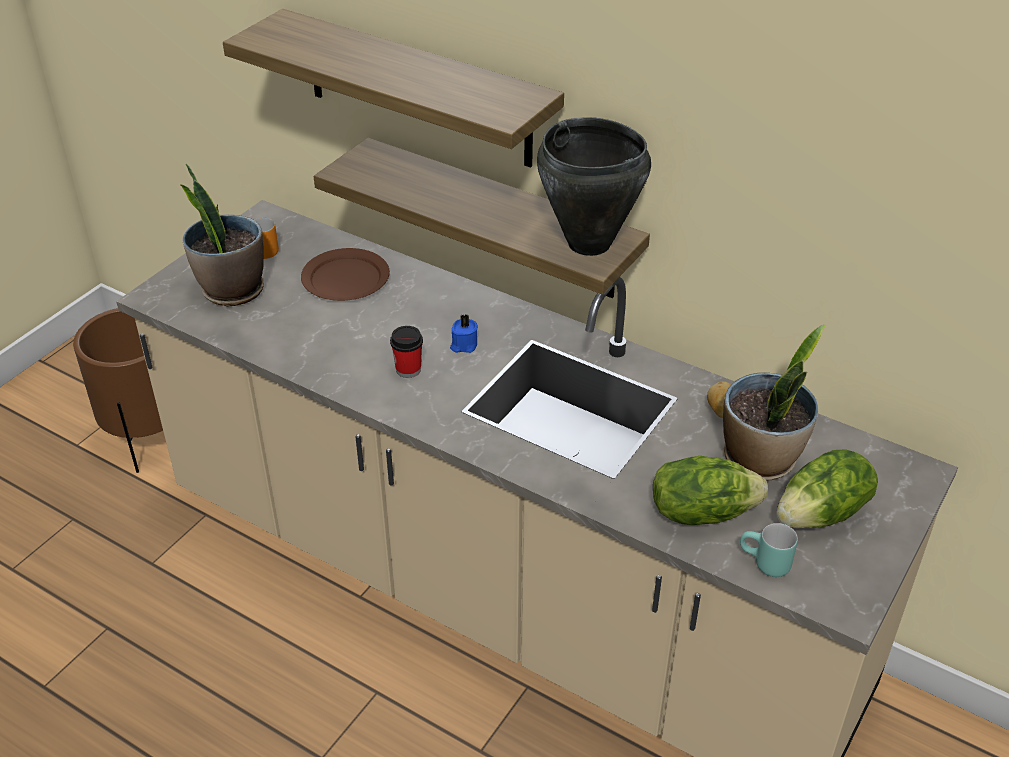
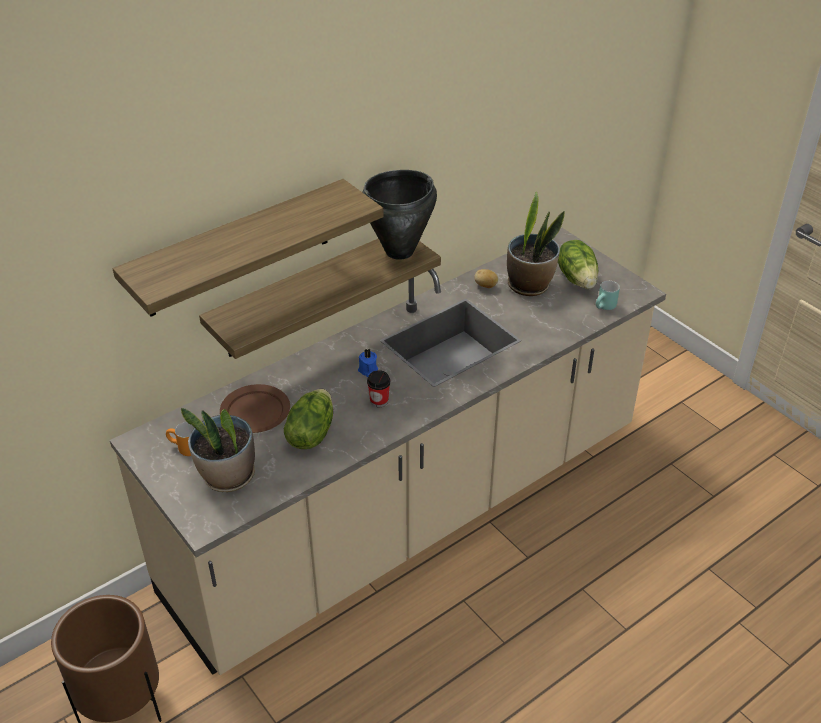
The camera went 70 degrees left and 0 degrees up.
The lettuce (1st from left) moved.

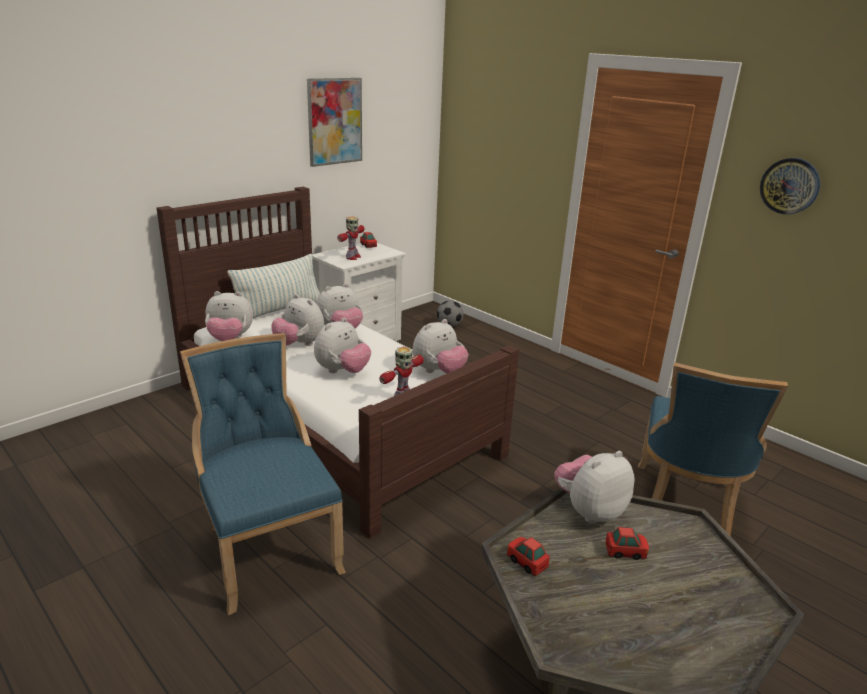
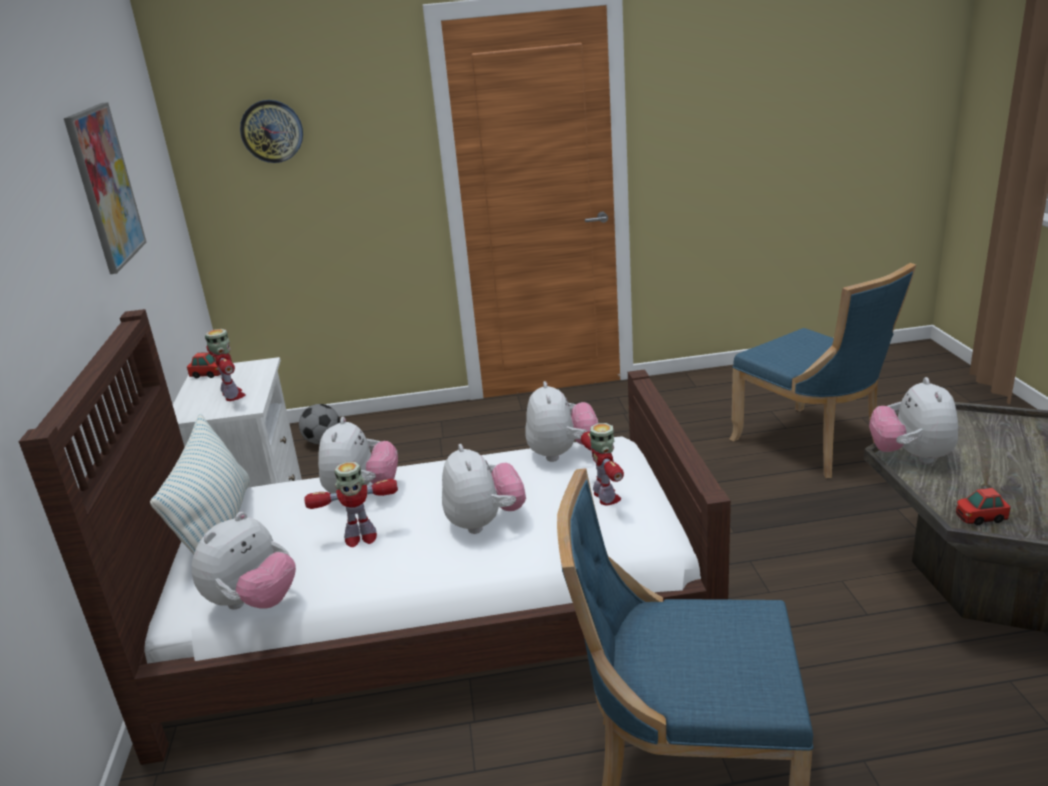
The camera went 50 degrees left and 0 degrees up.
The miniature car (3rd from left) disappeared.
The hanging clock moved.
The cuddly toy (2nd from left) was replaced by the toy robot (2nd from left).

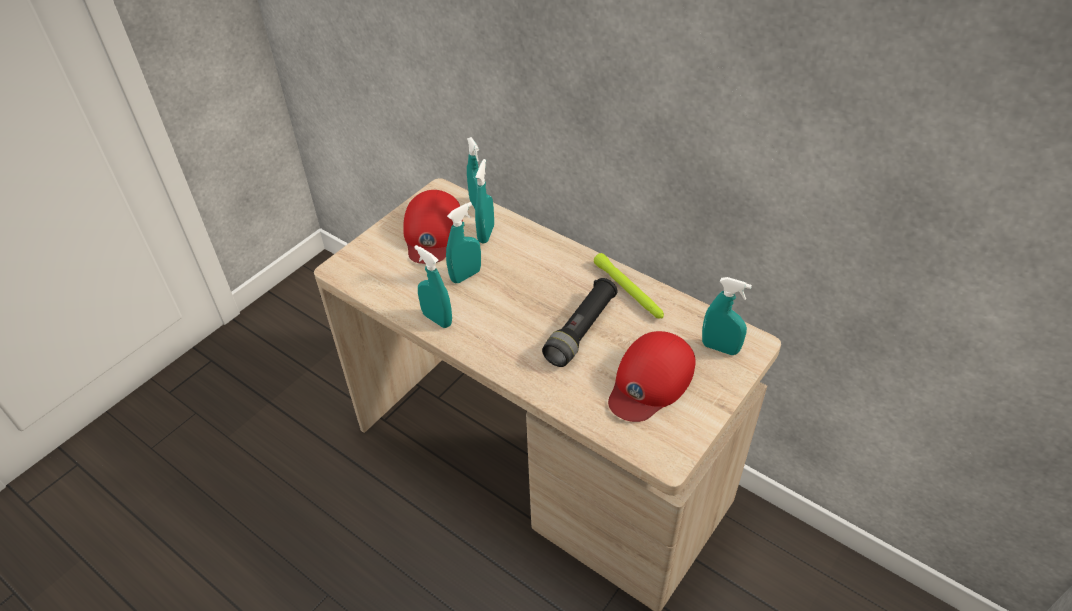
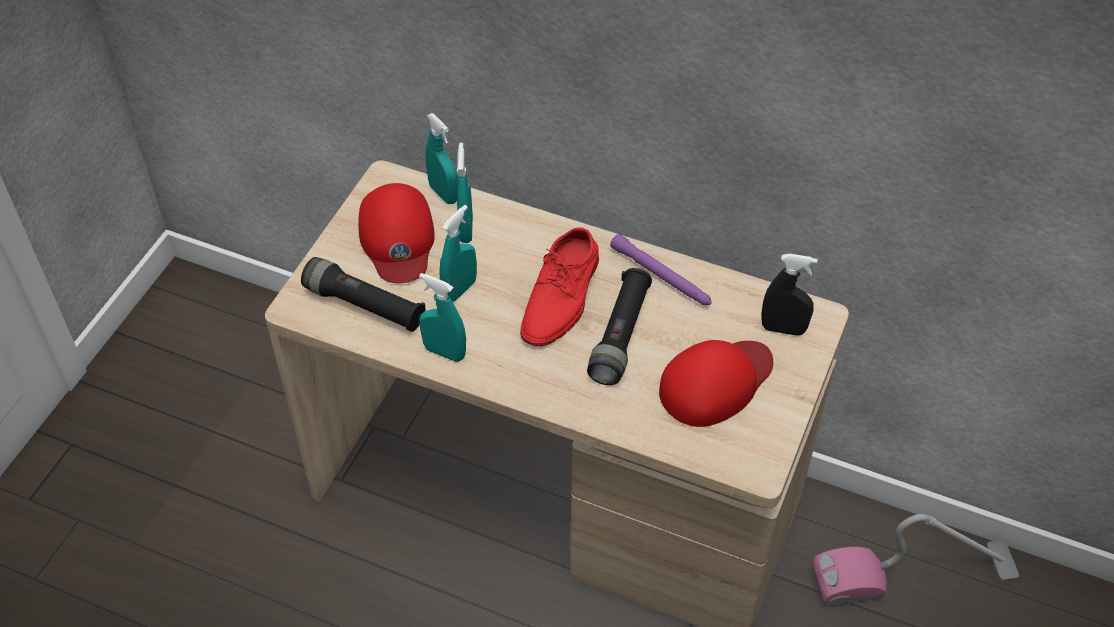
The camera went 15 degrees left and 5 degrees up.
The black torch (1st from left) appeared.
The red low shoe appeared.
The vacuum appeared.
The green torch became the purple torch.
The blue-green sprayer (5th from left) became the black sprayer.
The red baseball cap (2nd from left) turned 150 degrees counterclockwise.

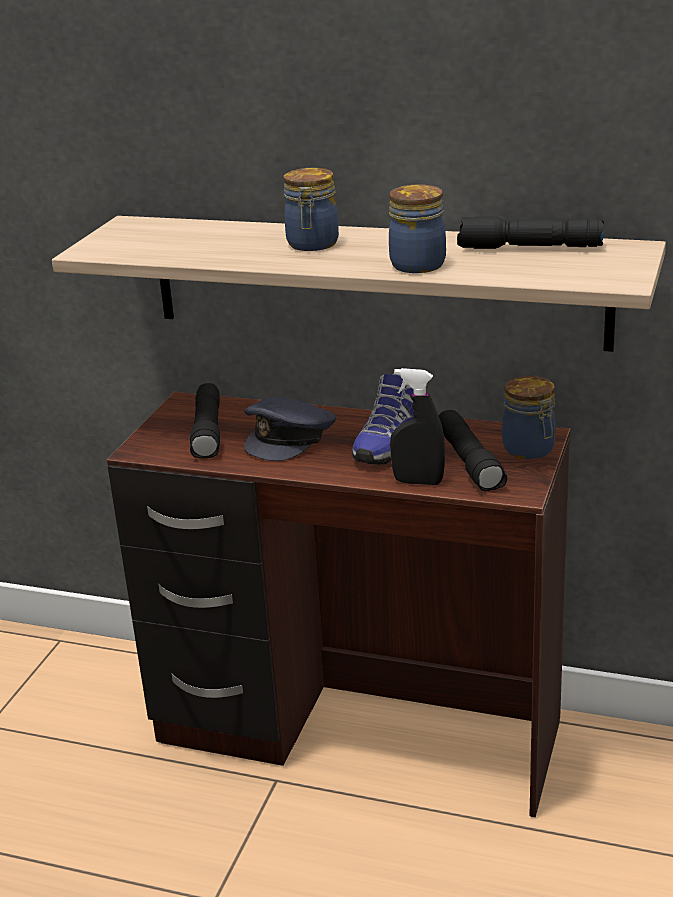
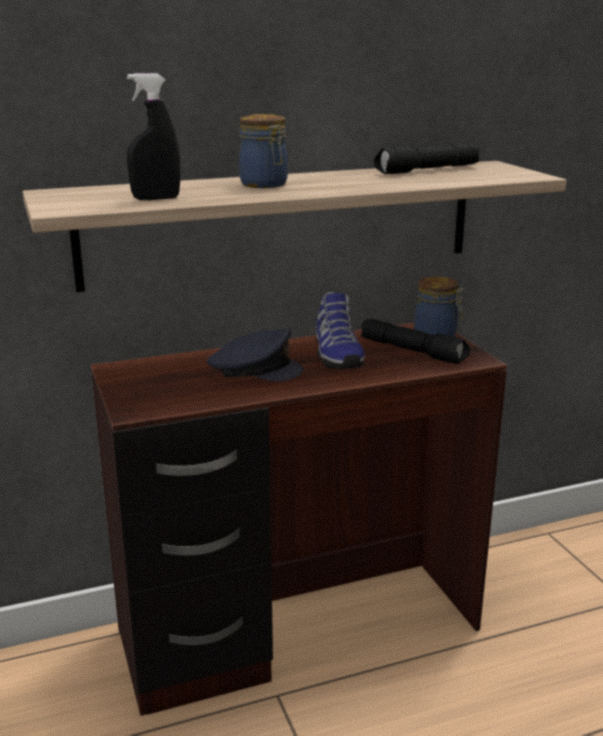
The camera went 40 degrees left and 5 degrees down.
The black torch (1st from left) disappeared.
The storage jar (2nd from left) disappeared.
The black sprayer moved.
The gray baseball cap turned 75 degrees counterclockwise.

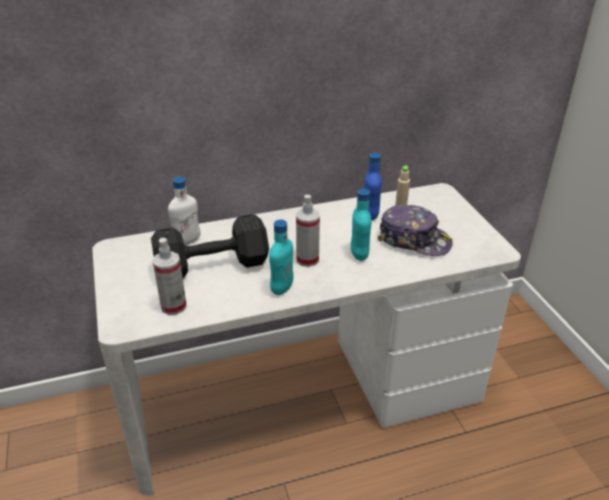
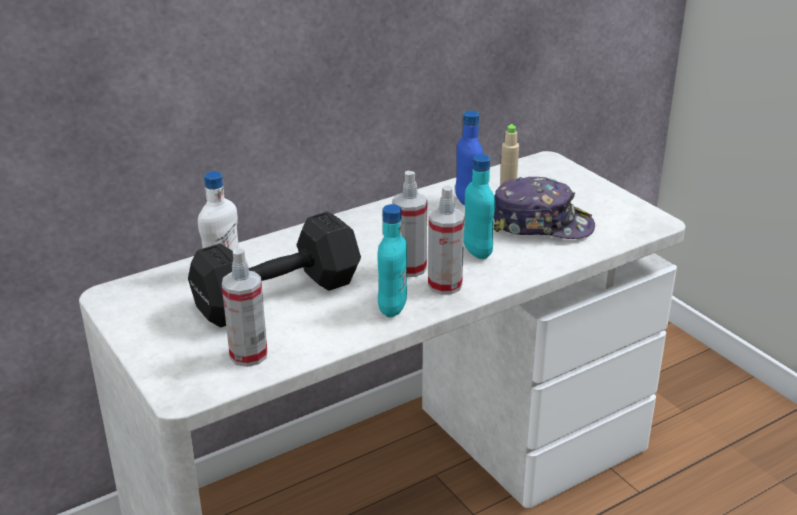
The camera went 15 degrees left and 5 degrees down.
The sprayer (3rd from left) appeared.

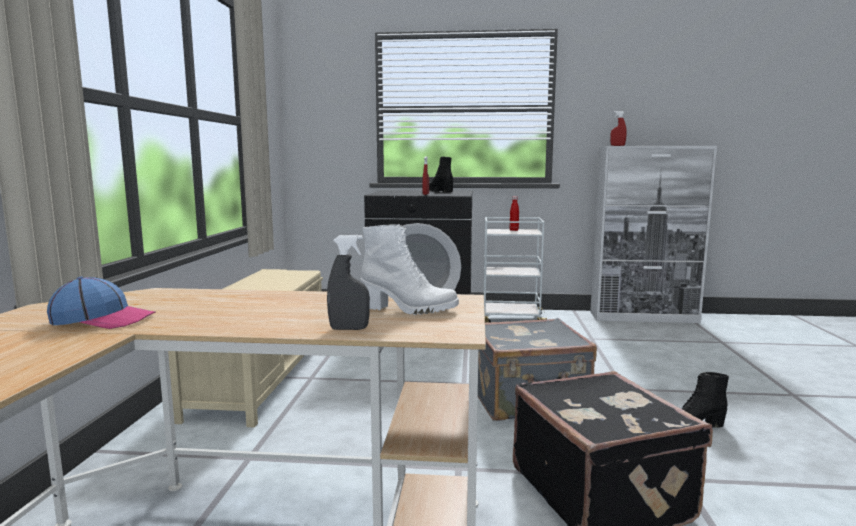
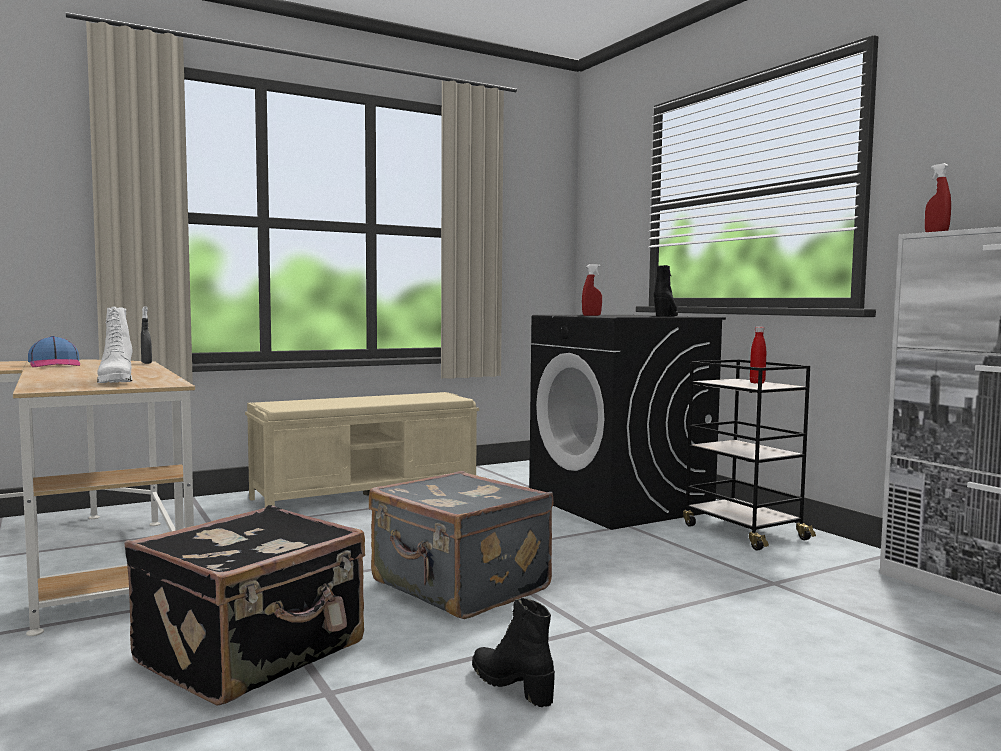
The camera went 55 degrees right and 5 degrees down.
The gray sprayer moved.
The white wheeled cart became the black wheeled cart.

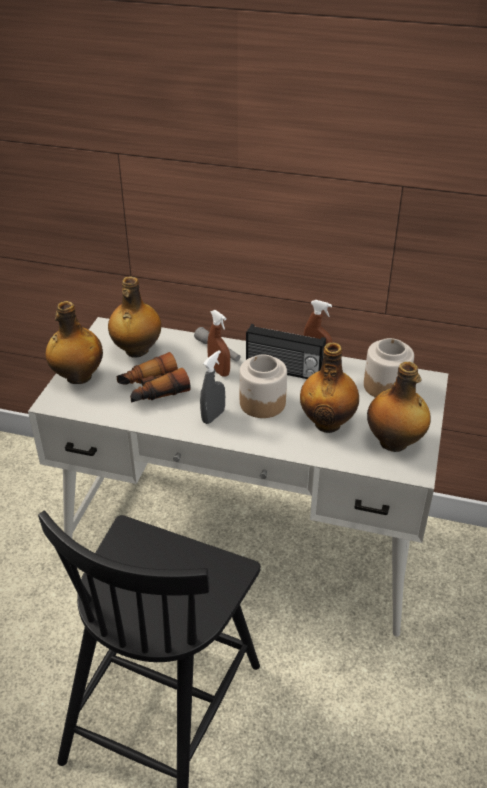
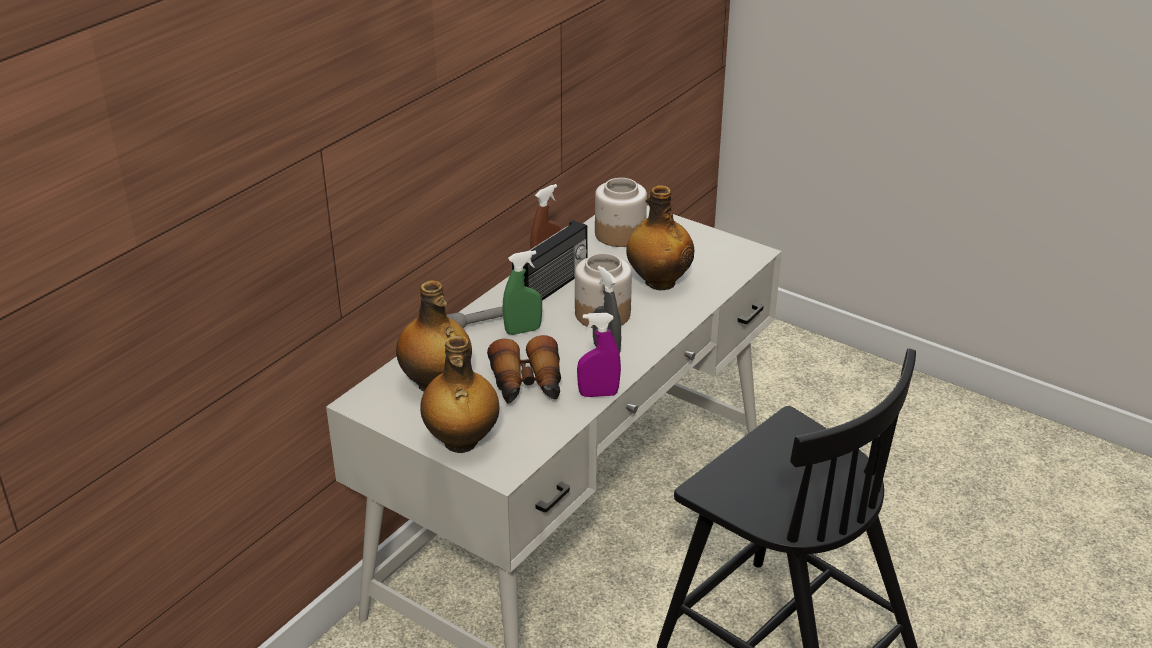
The camera went 70 degrees left and 5 degrees down.
The beverage bottle (4th from left) disappeared.
The purple sprayer appeared.
The brown sprayer (1st from left) became the green sprayer.

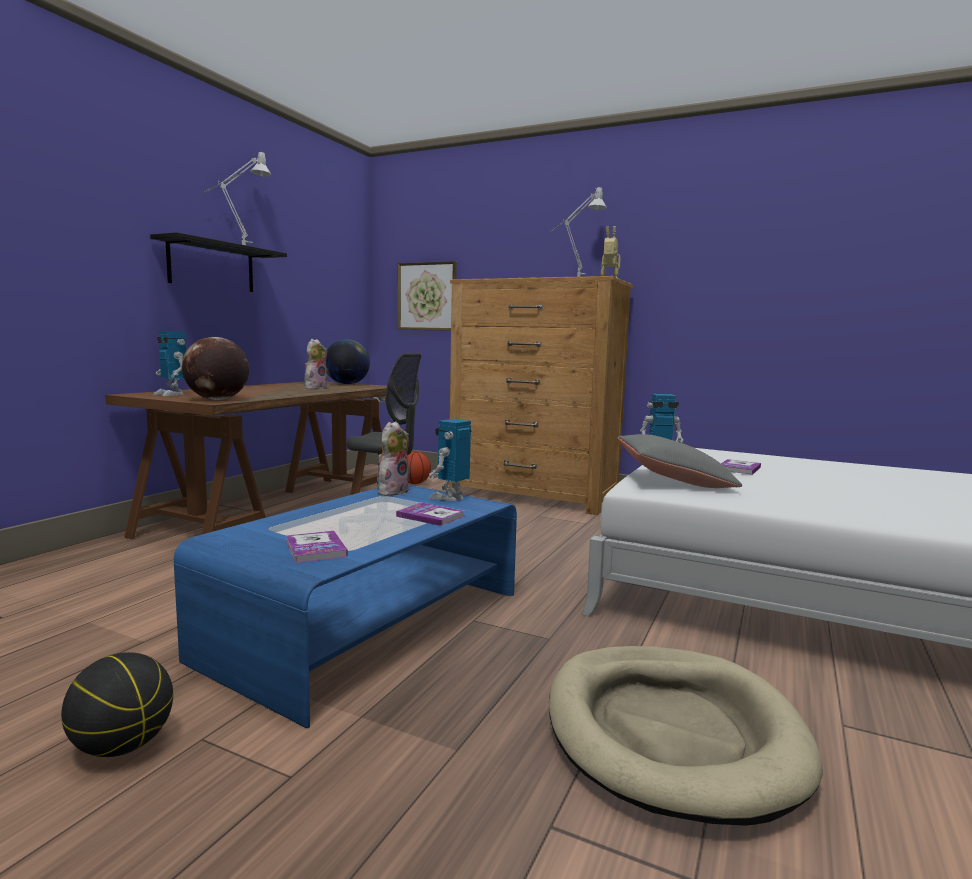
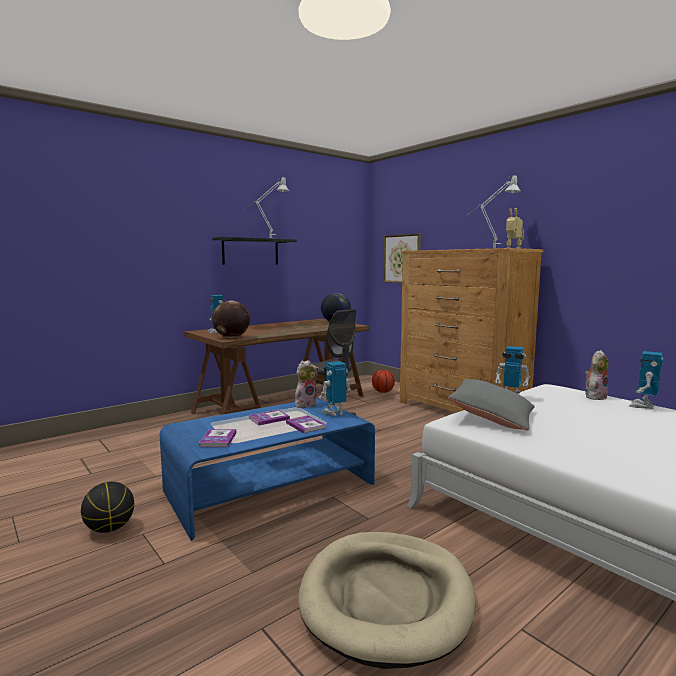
The camera went 25 degrees right and 0 degrees up.
The toy robot (5th from left) appeared.
The cuddly toy (1st from left in the first image) moved.
The bound book (3rd from left in the first image) moved.

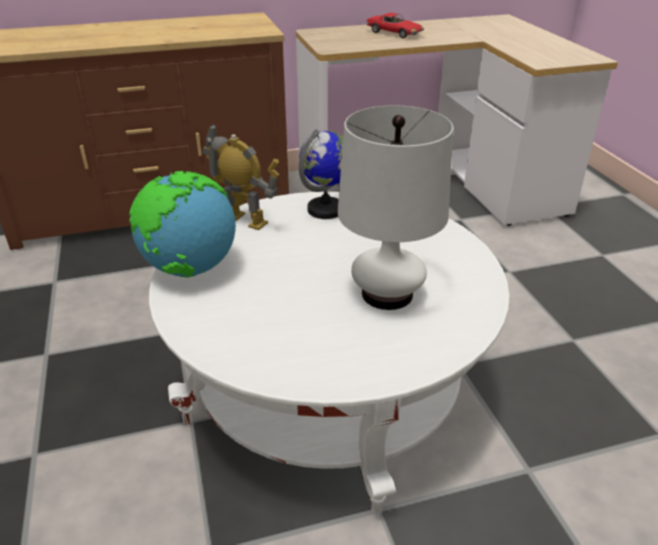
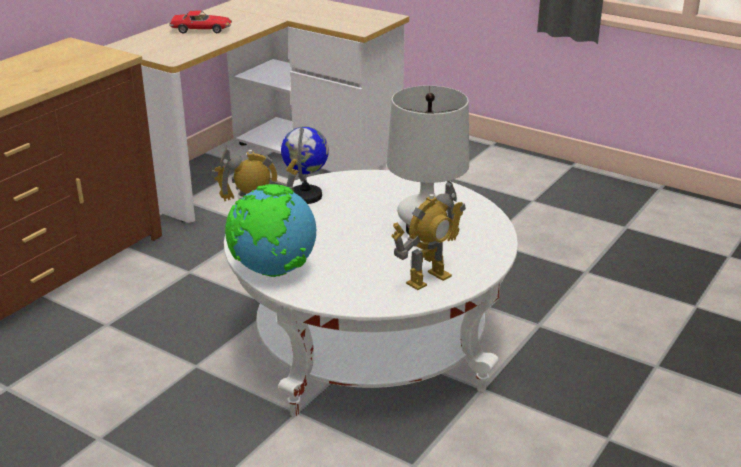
The camera went 40 degrees left and 5 degrees down.
The toy robot (2nd from left) appeared.

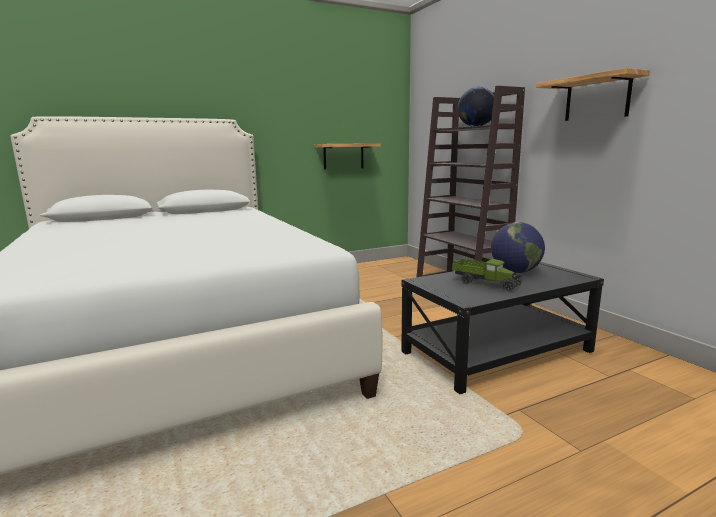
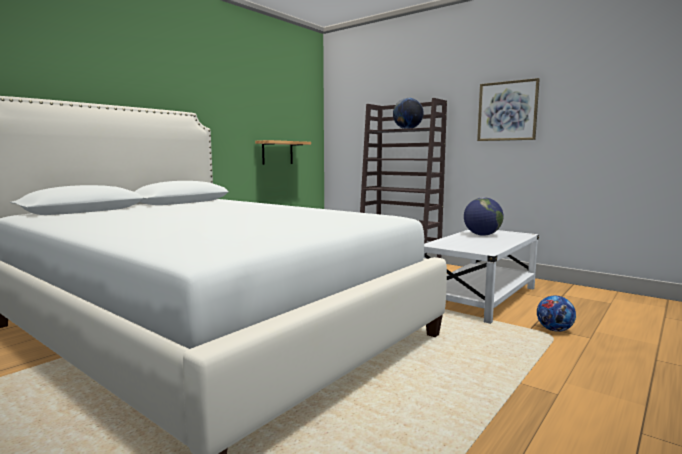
The camera went 25 degrees left and 5 degrees down.
The toy lorry disappeared.
The ball for football appeared.
The shelf (2nd from left) was replaced by the wall picture.
The black low table became the white low table.

